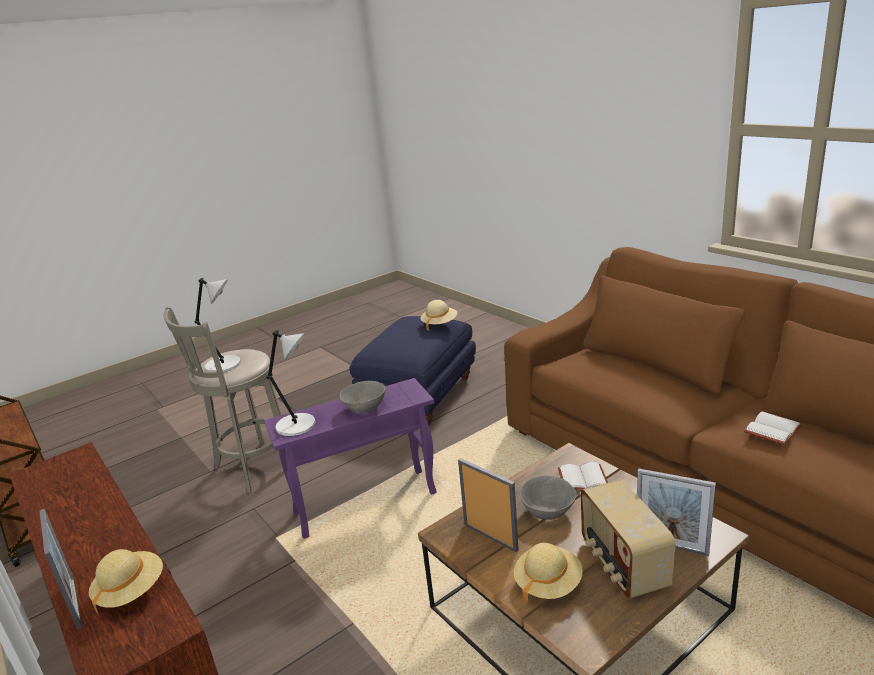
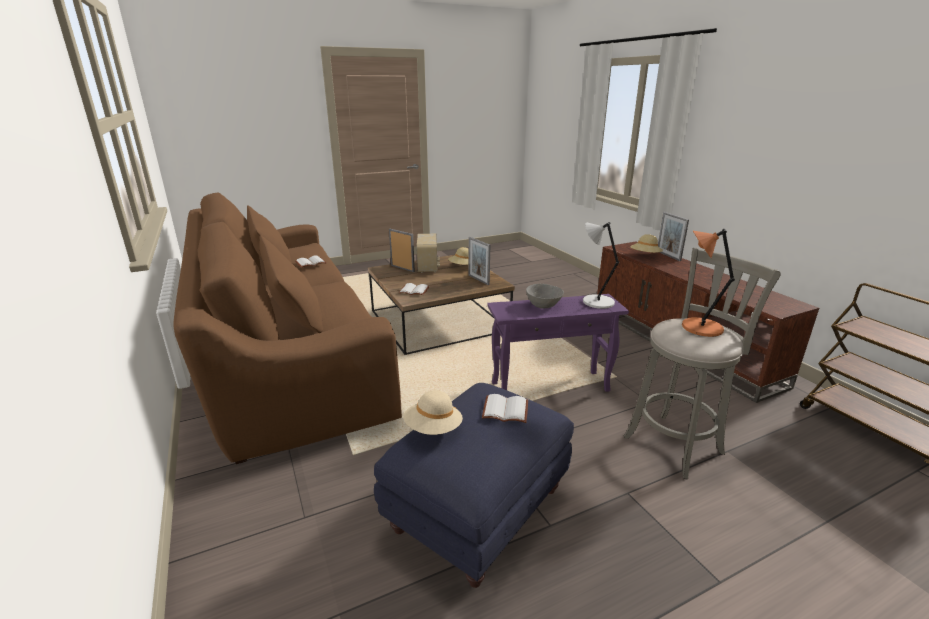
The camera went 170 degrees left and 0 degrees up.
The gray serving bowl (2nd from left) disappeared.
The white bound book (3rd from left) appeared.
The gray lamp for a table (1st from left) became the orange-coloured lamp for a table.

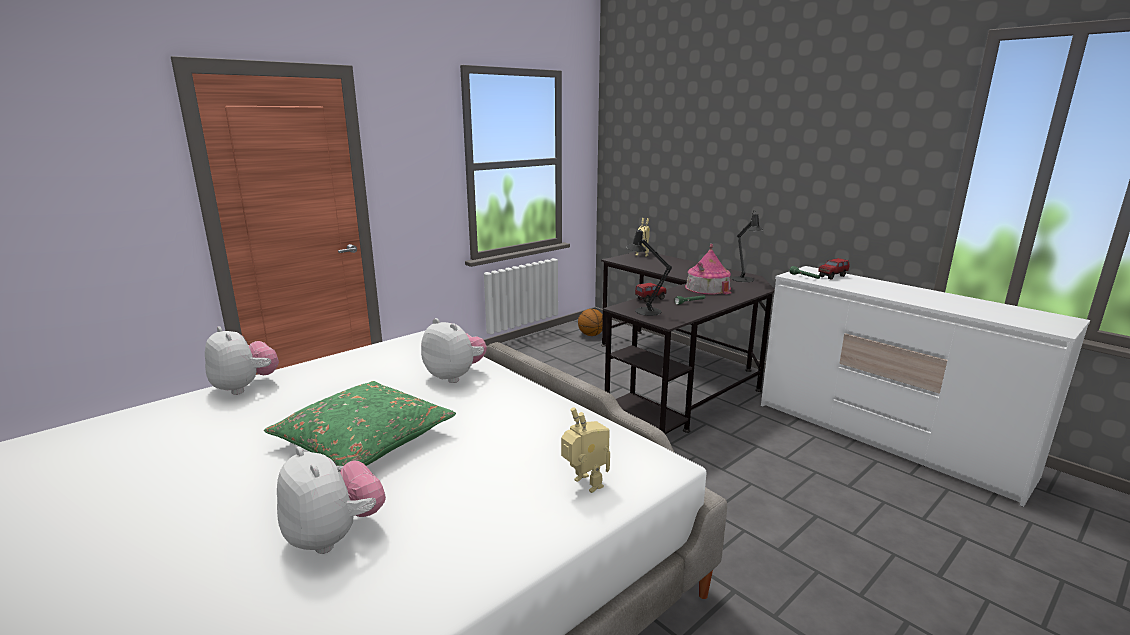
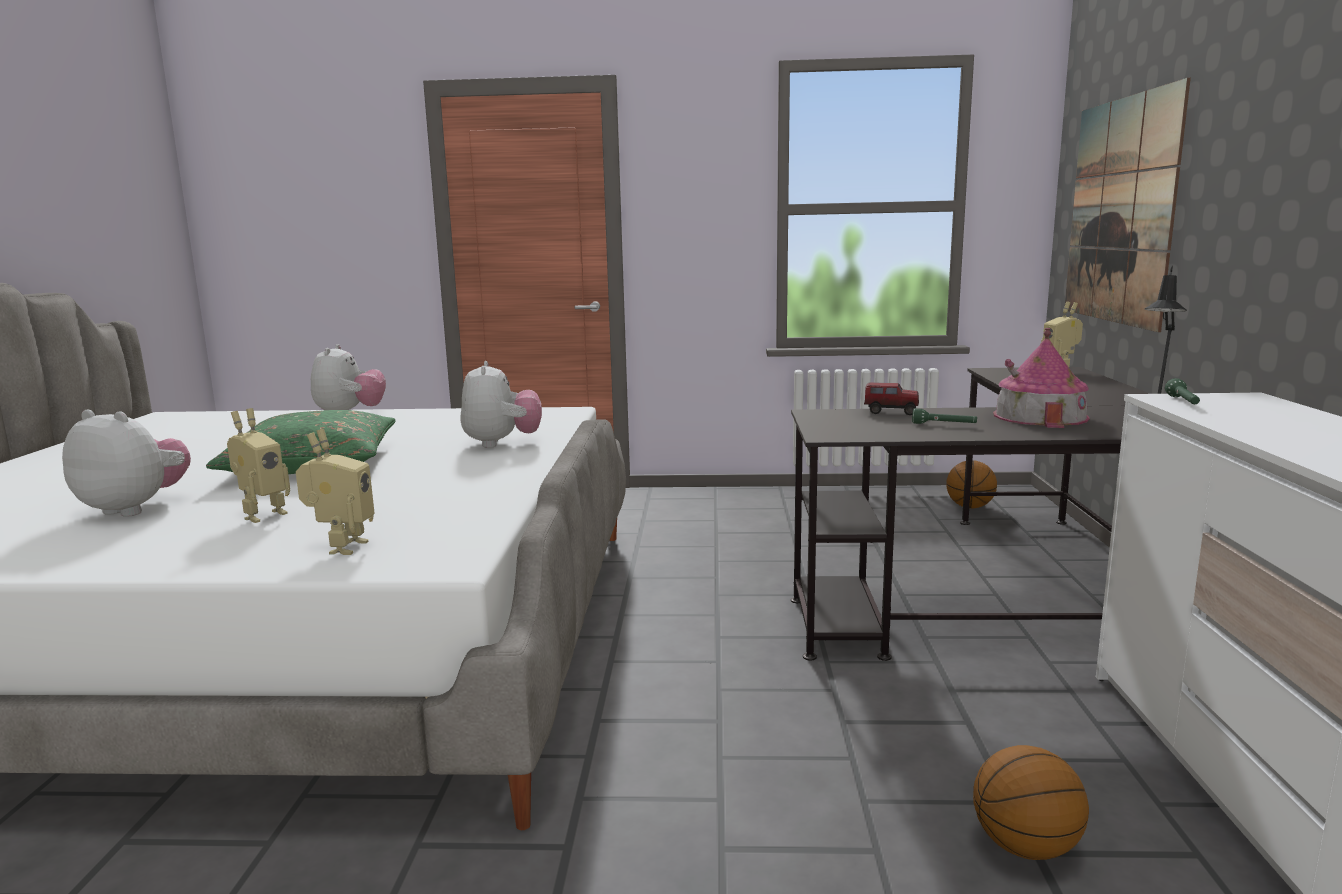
The camera went 45 degrees right and 5 degrees down.
The black lamp for a table (1st from left) disappeared.
The toy lorry (2nd from left) disappeared.
The toy robot (1st from left) appeared.
The basketball (2nd from left) appeared.
The wall picture appeared.
The cuddly toy (2nd from left in the first image) turned 75 degrees counterclockwise.

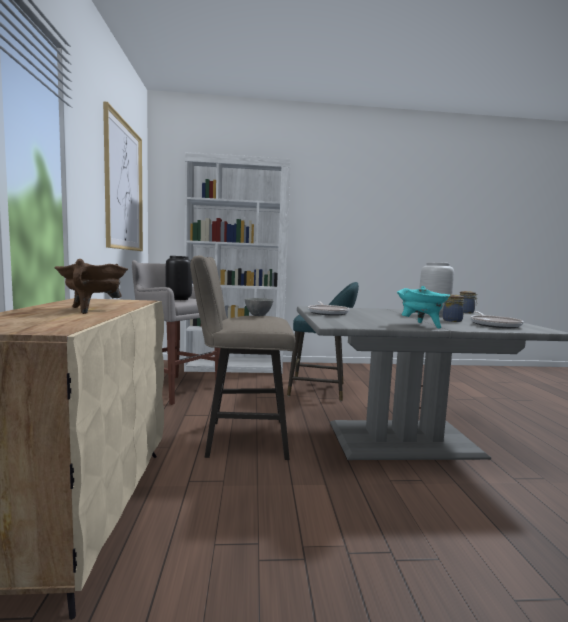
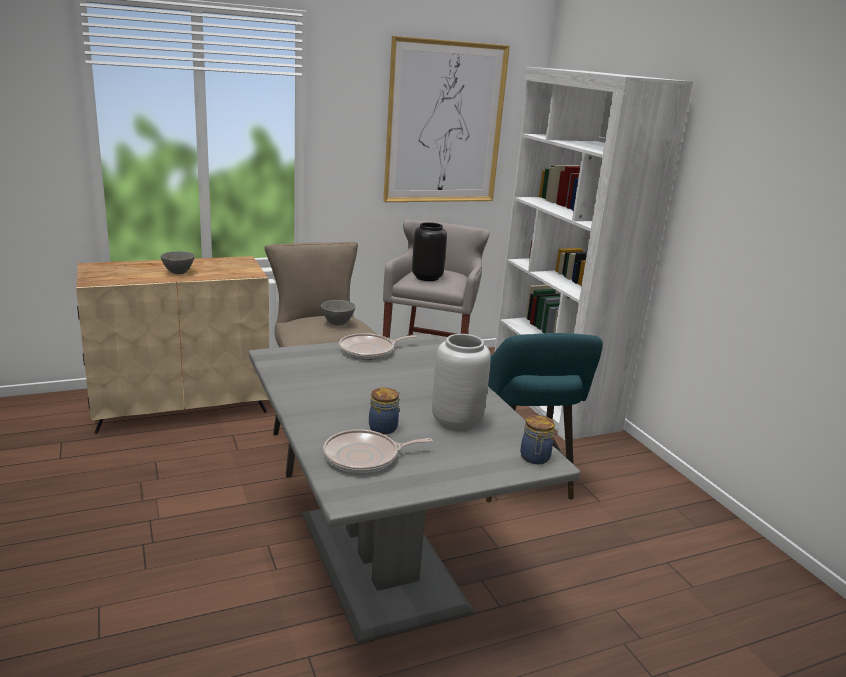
The camera went 70 degrees right and 15 degrees up.
The blue-green cooking pot disappeared.
The brown cooking pot was replaced by the gray serving bowl (1st from left).

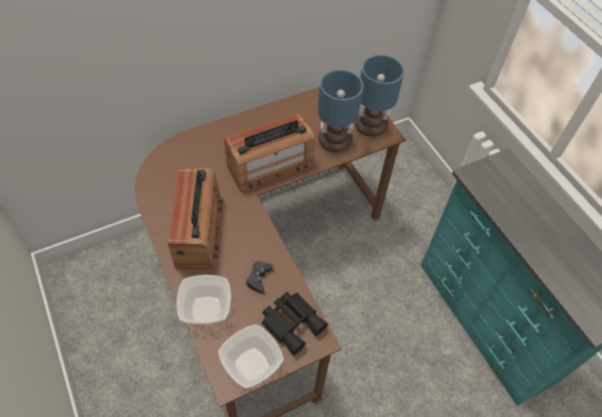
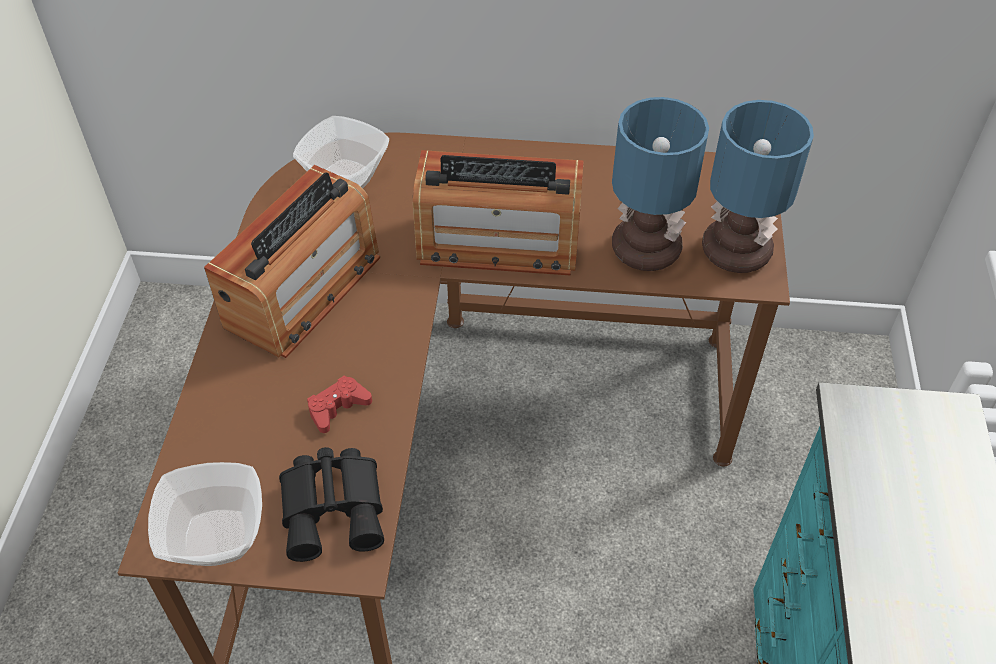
The camera went 35 degrees right and 5 degrees down.
The serving bowl (1st from left in the first image) moved.
The black joypad became the red joypad.

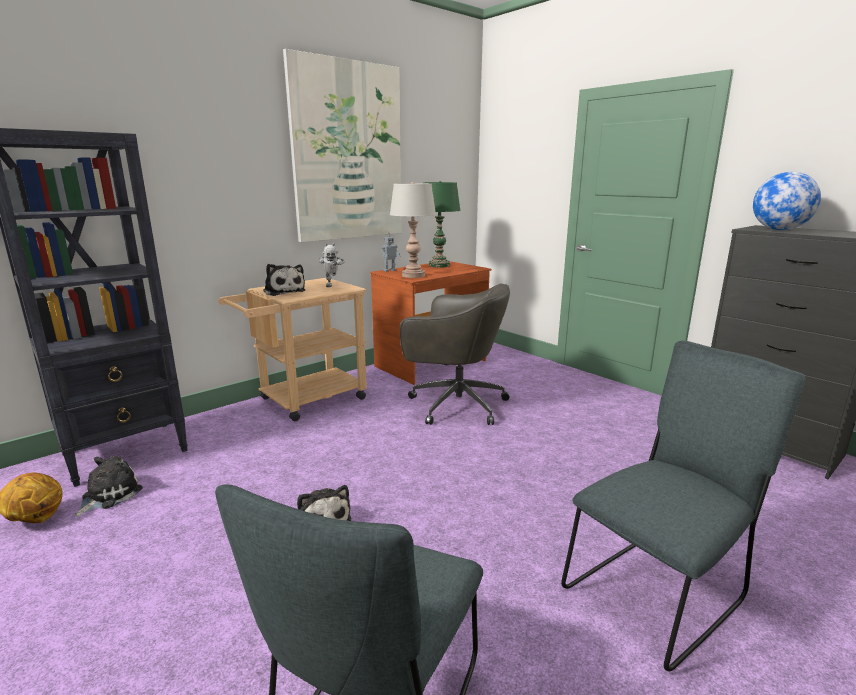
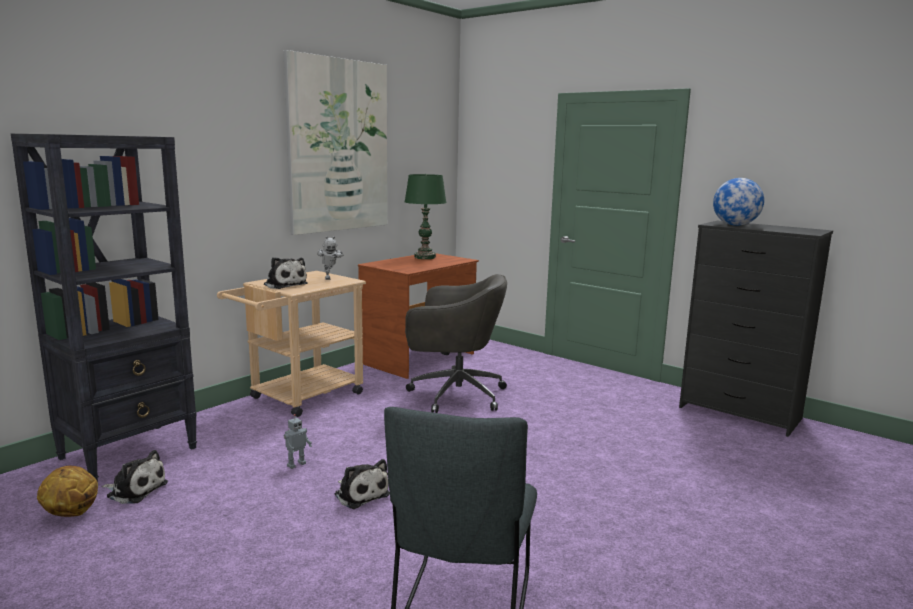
The camera went 10 degrees left and 5 degrees down.
The gray lamp for a table disappeared.
The gray chair (2nd from left) disappeared.
The toy robot (2nd from left in the first image) moved.
The cuddly toy (1st from left) turned 90 degrees clockwise.

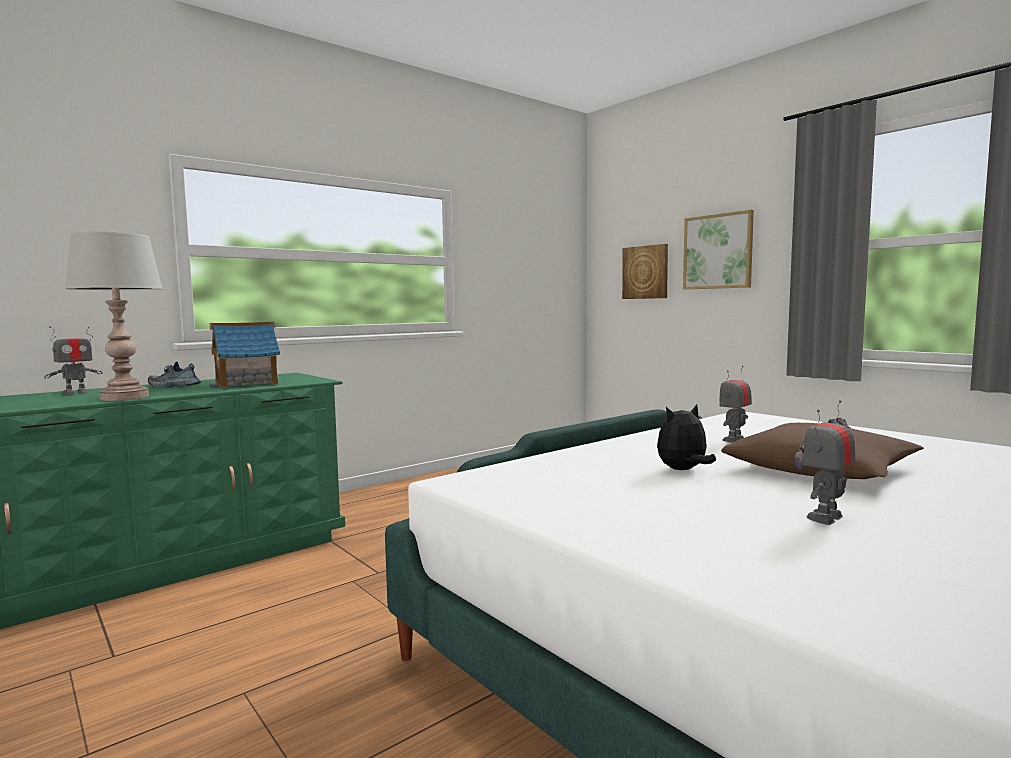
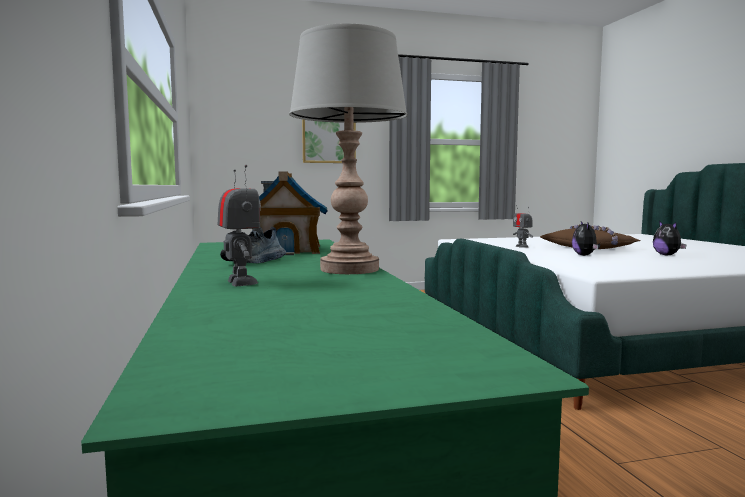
The camera went 65 degrees left and 0 degrees up.
The wall picture (1st from left) disappeared.
The toy robot (3rd from left) was replaced by the cuddly toy (2nd from left).

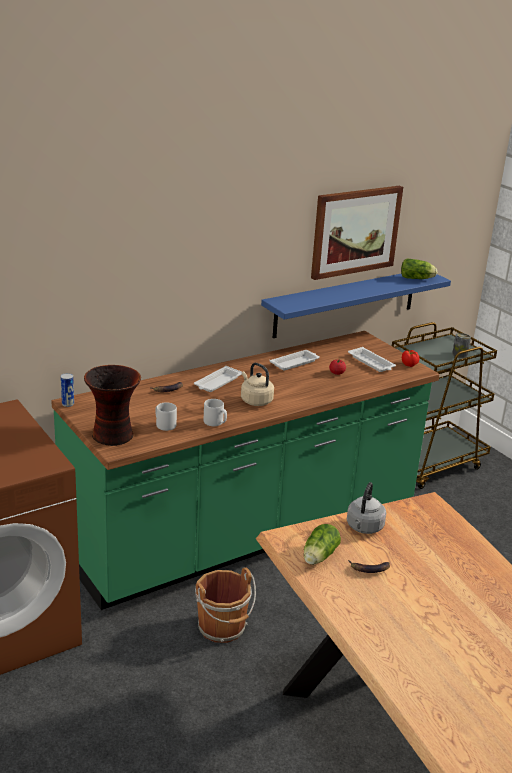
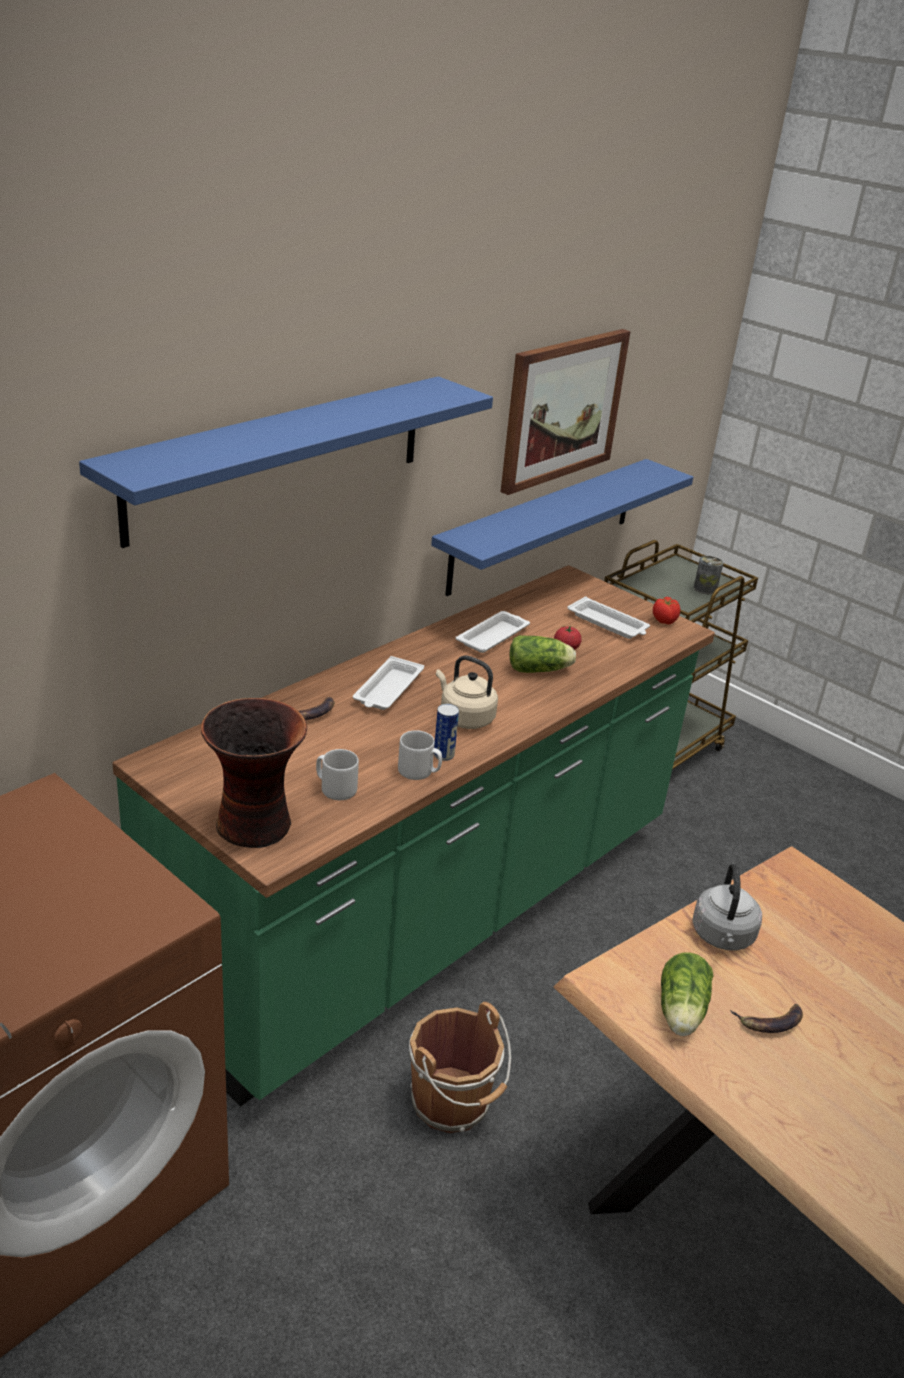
The camera went 15 degrees left and 5 degrees up.
The blue-coloured shelf (1st from left) appeared.
The metal can (1st from left) moved.
The lettuce (2nd from left in the first image) moved.

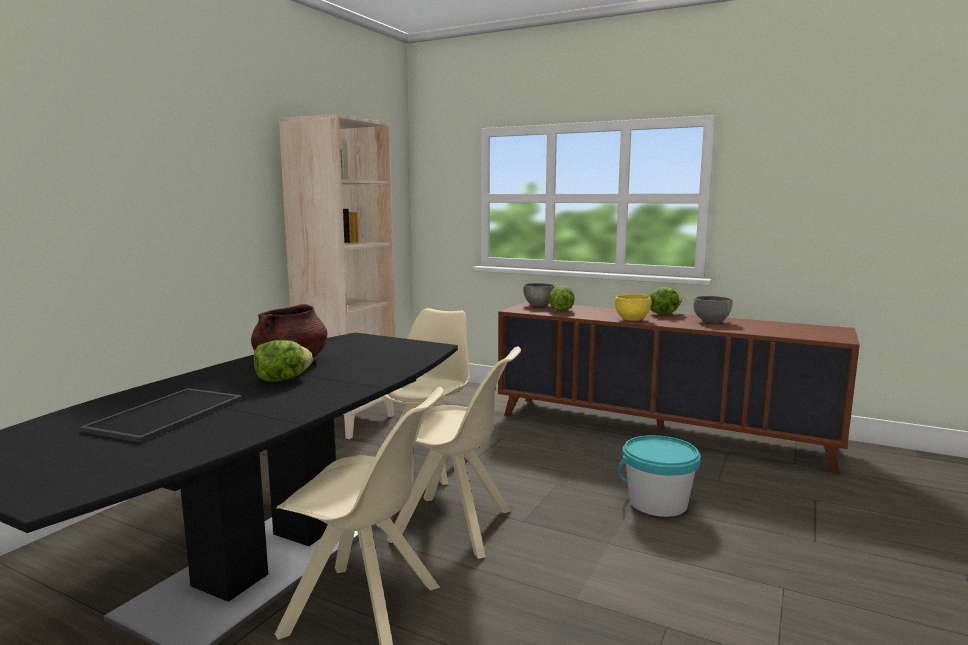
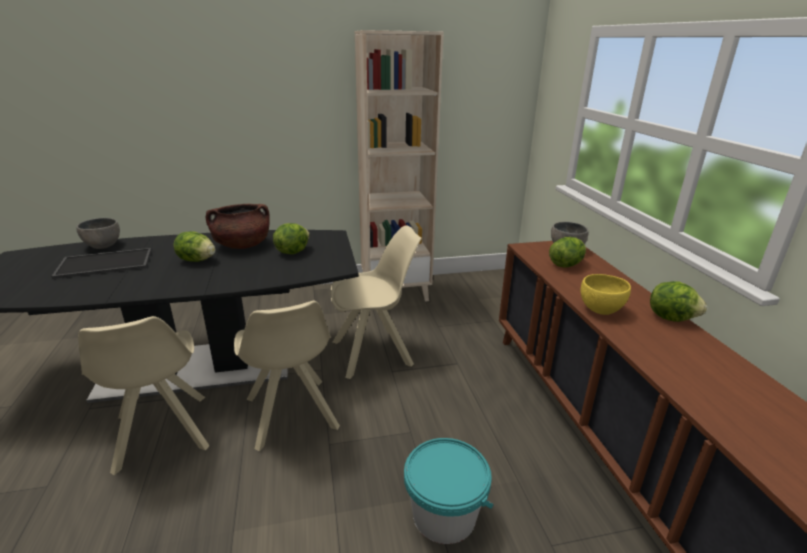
The camera went 50 degrees right and 15 degrees up.
The lettuce (2nd from left) appeared.
The gray serving bowl (2nd from left in the first image) moved.

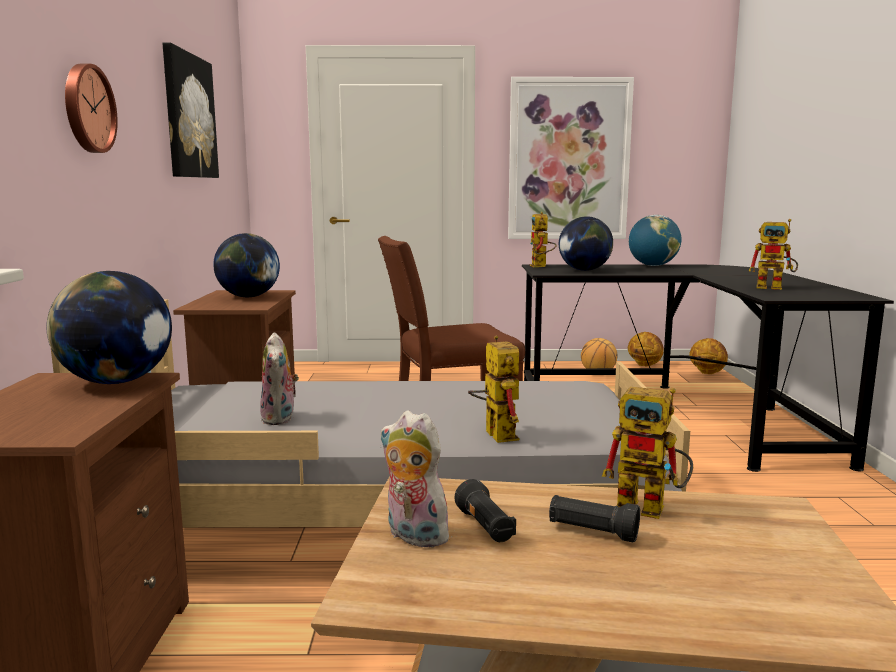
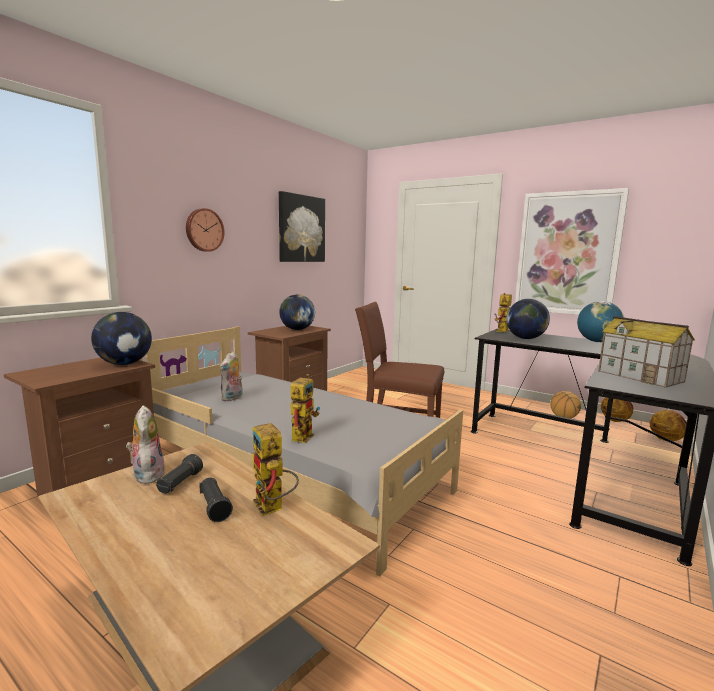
The camera went 35 degrees right and 0 degrees up.
The toy robot (4th from left) was replaced by the model house.

